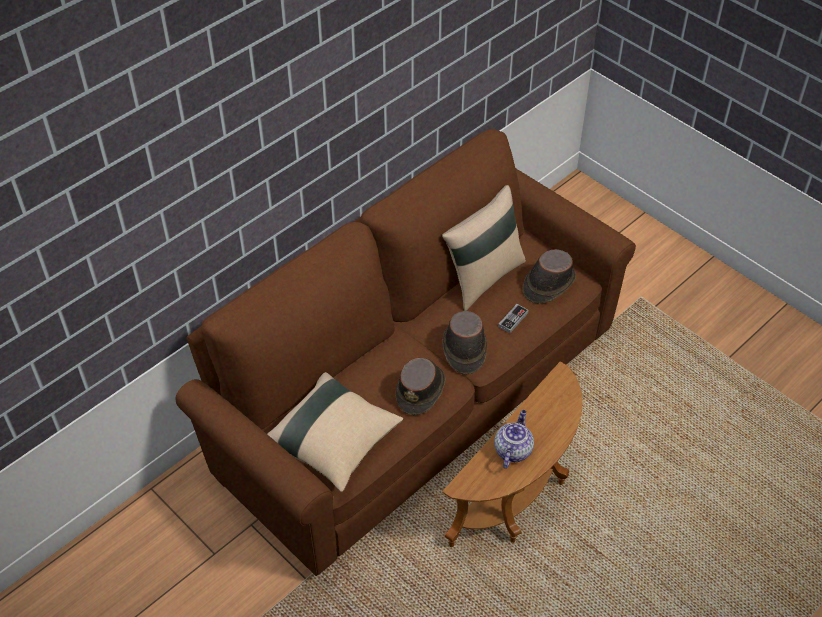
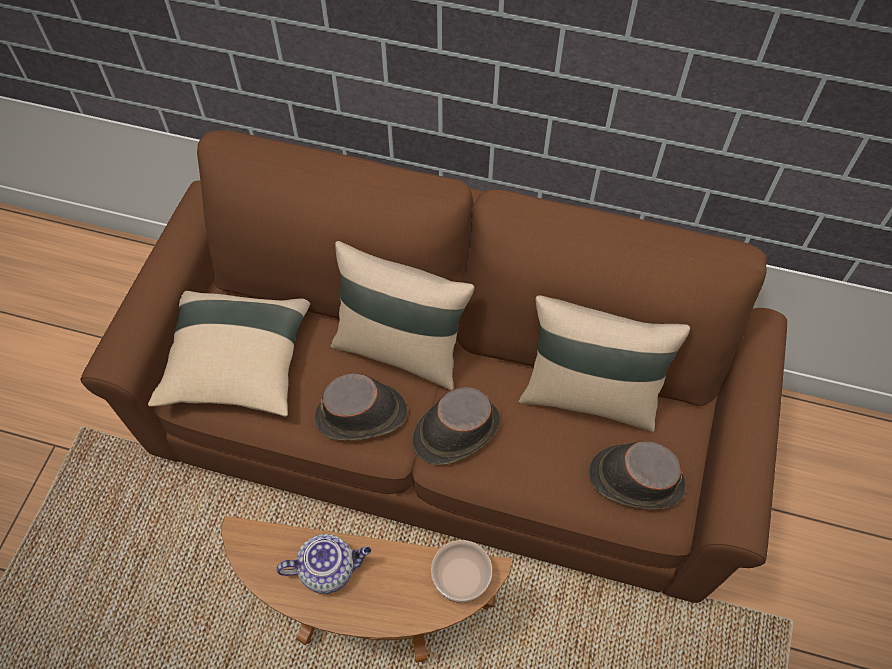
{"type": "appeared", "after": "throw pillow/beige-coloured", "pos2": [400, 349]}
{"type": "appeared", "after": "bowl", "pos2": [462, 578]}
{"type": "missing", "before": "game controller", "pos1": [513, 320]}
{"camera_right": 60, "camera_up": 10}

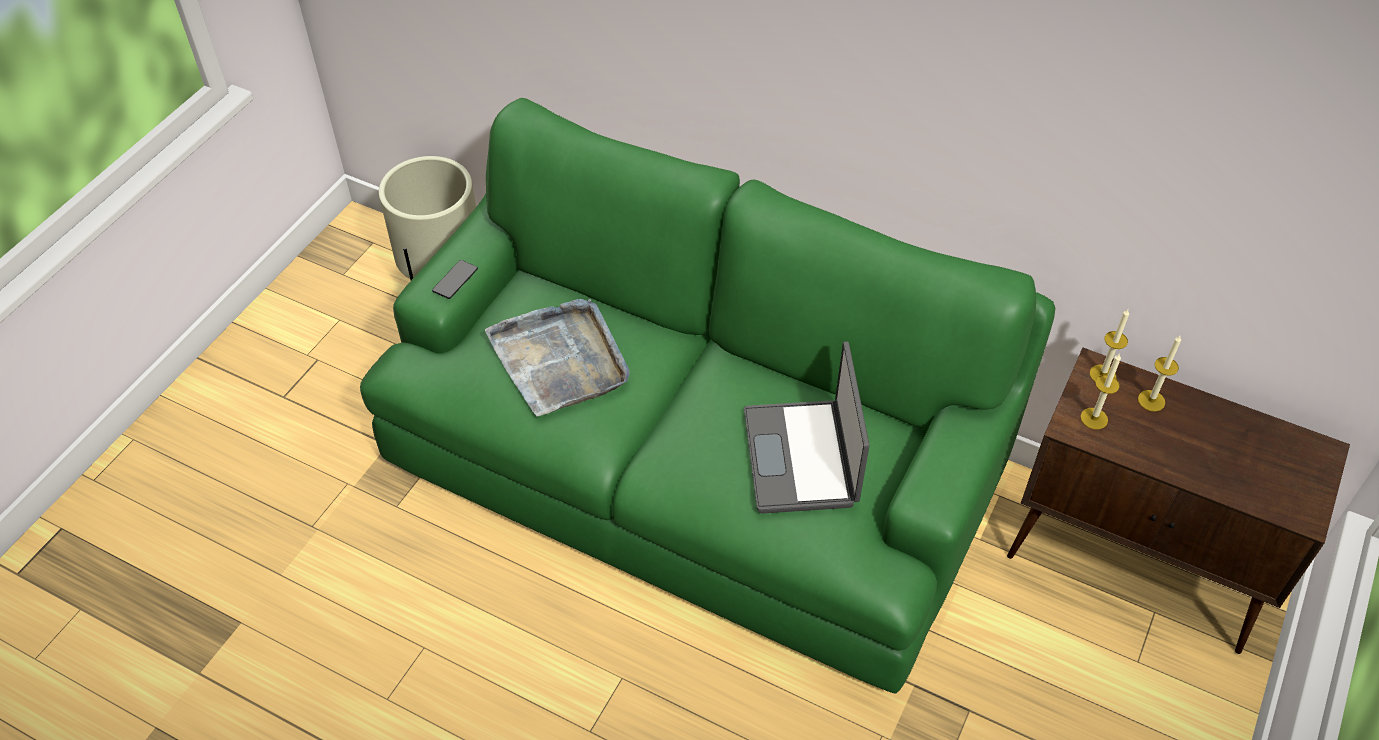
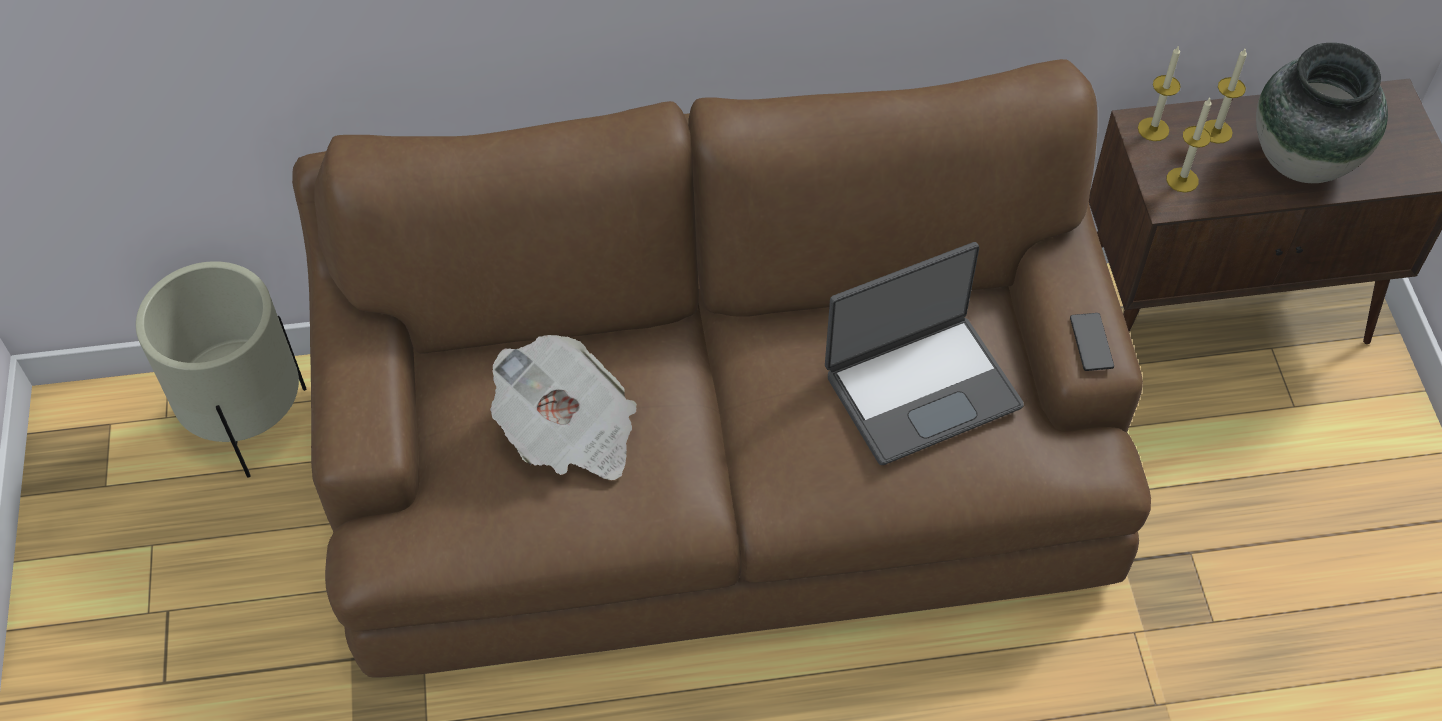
{"type": "colour", "before": "settee/green", "after": "settee/brown", "pos1": [691, 467], "pos2": [722, 471]}
{"type": "exchanged", "before": "carrying tray/gray", "after": "printed paper", "pos1": [560, 359], "pos2": [569, 432]}
{"type": "spun", "before": "laptop", "pos1": [803, 458], "pos2": [921, 388], "turn": -75}
{"type": "relocated", "before": "handset", "pos1": [455, 280], "pos2": [1091, 342]}
{"type": "appeared", "after": "decorative vase", "pos2": [1303, 160]}
{"camera_right": -35, "camera_up": 5}

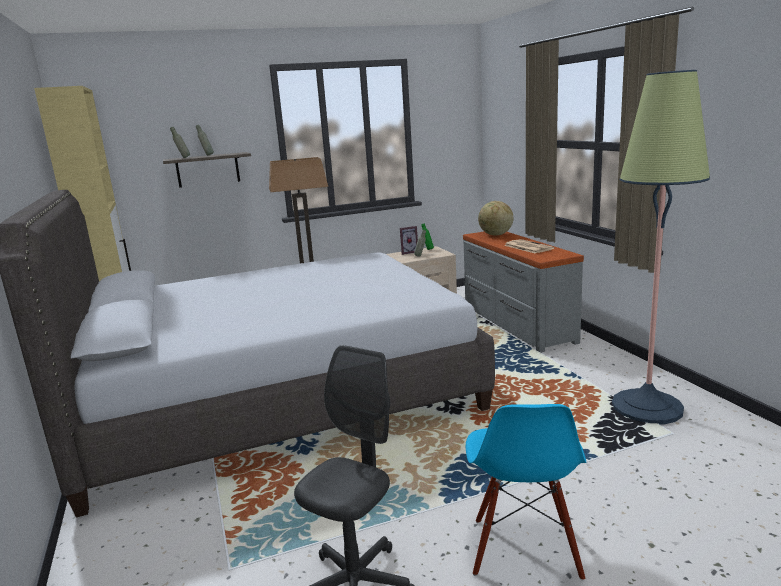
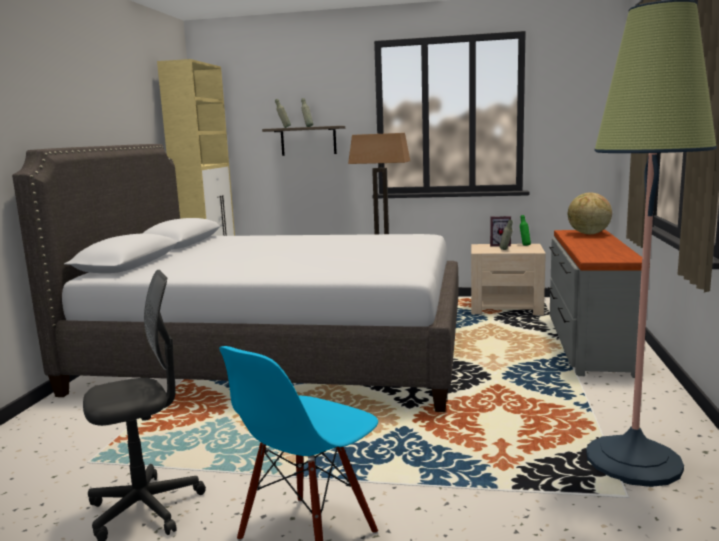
{"type": "missing", "before": "printed paper", "pos1": [527, 247]}
{"camera_right": 30, "camera_up": -5}

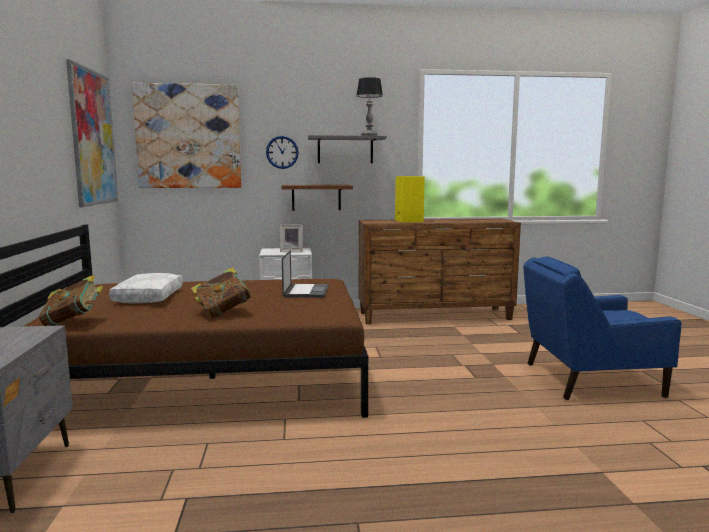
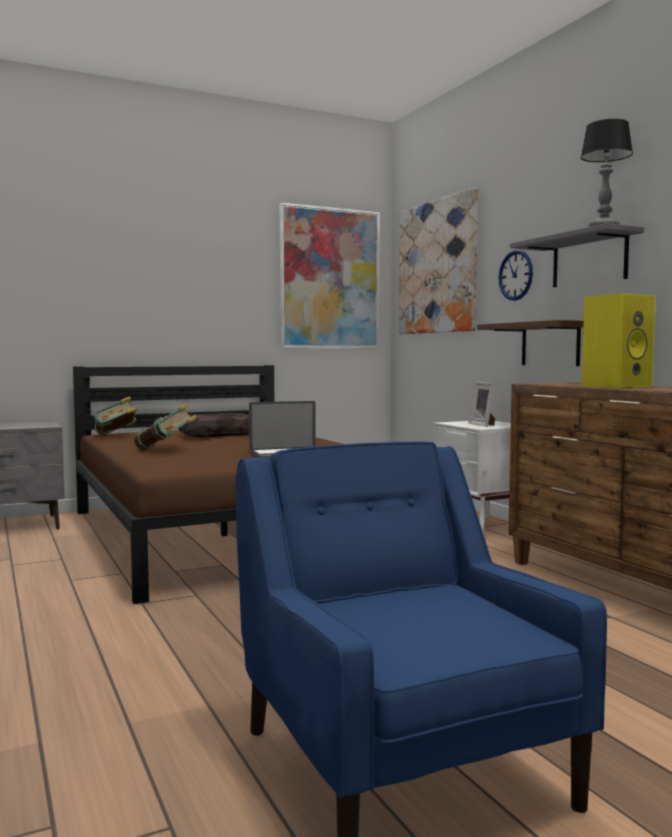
{"type": "colour", "before": "throw pillow/whitish", "after": "throw pillow/brown", "pos1": [147, 297], "pos2": [218, 435]}
{"camera_right": 70, "camera_up": -5}

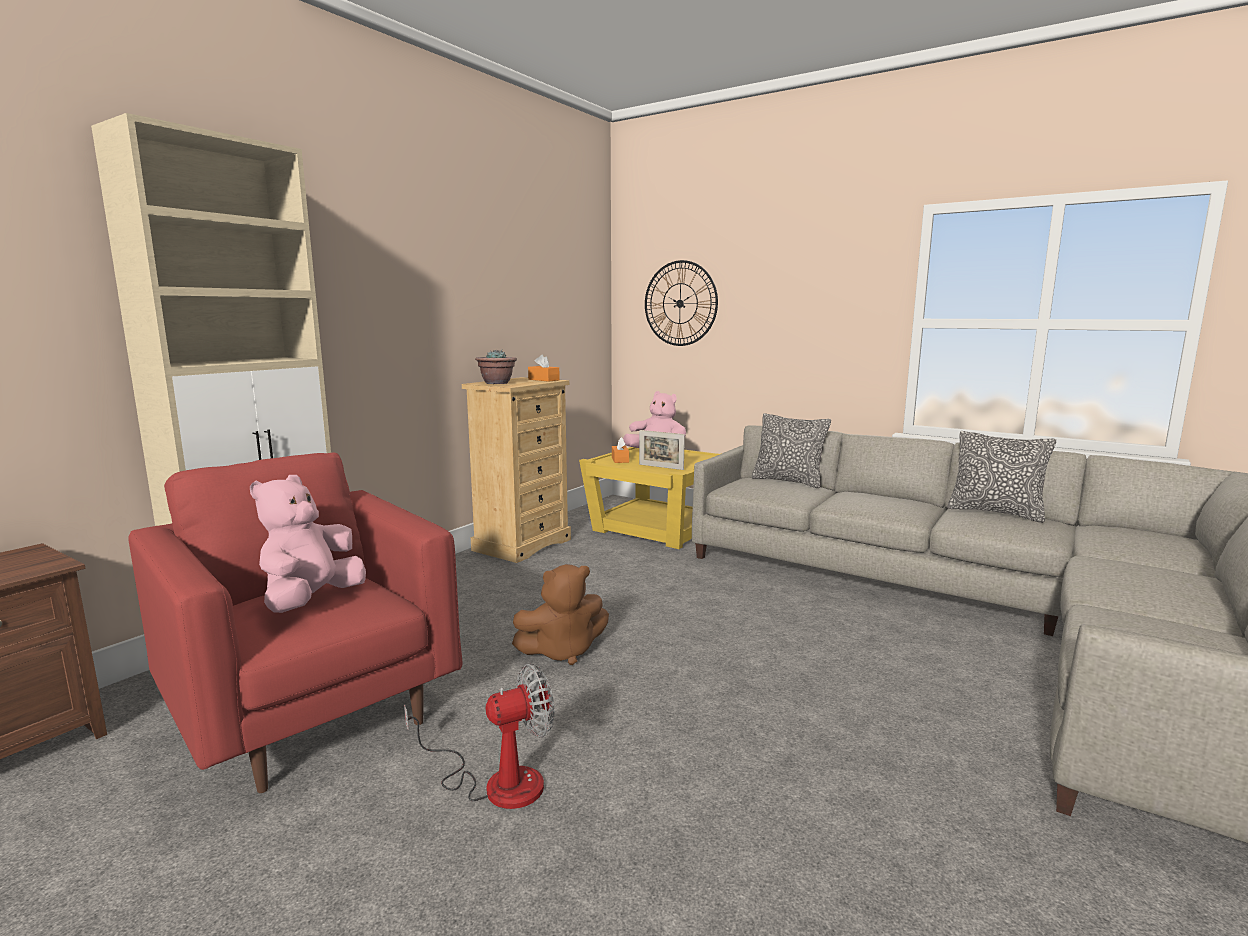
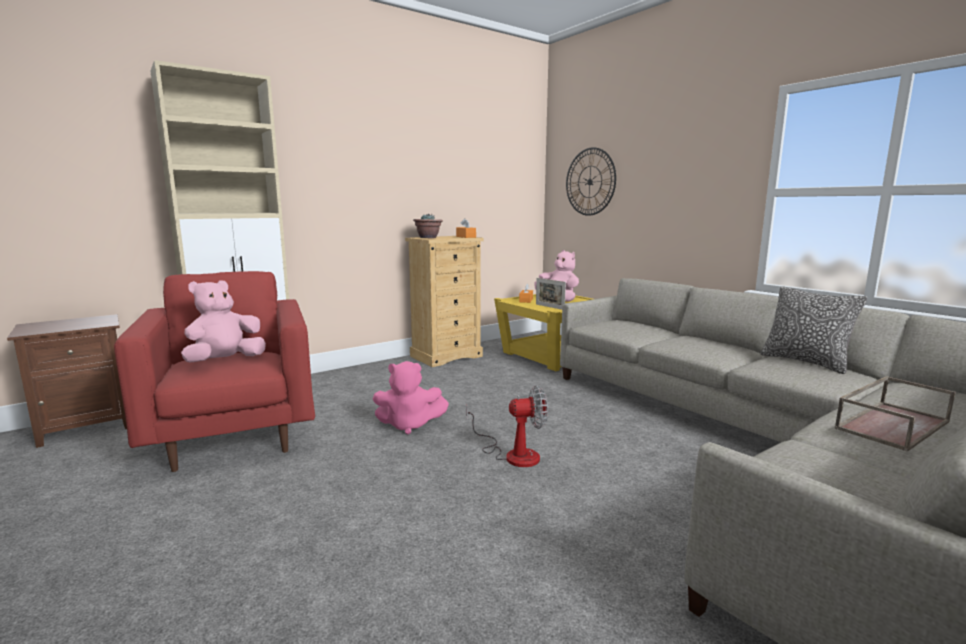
{"type": "colour", "before": "soft toy/brown", "after": "soft toy/pinkish", "pos1": [562, 651], "pos2": [409, 425]}
{"type": "relocated", "before": "fan", "pos1": [496, 782], "pos2": [513, 454]}
{"type": "appeared", "after": "carrying tray/brown", "pos2": [891, 424]}
{"type": "missing", "before": "throw pillow", "pos1": [788, 481]}
{"camera_right": 20, "camera_up": 0}

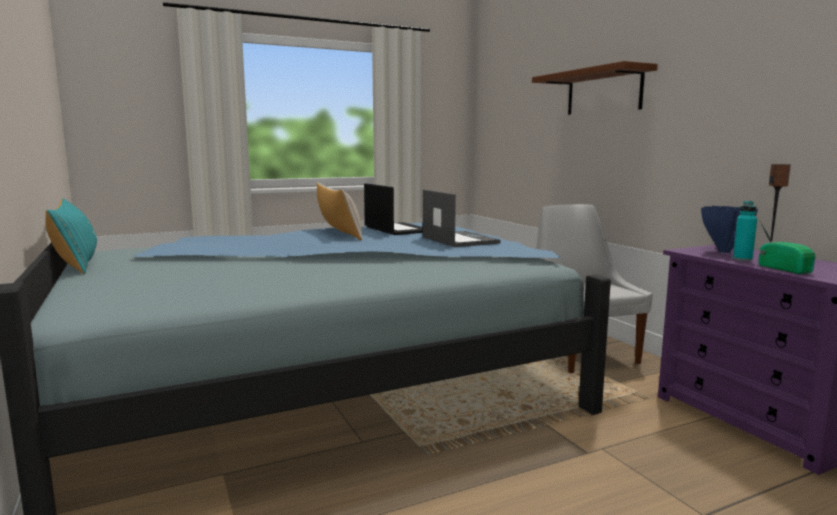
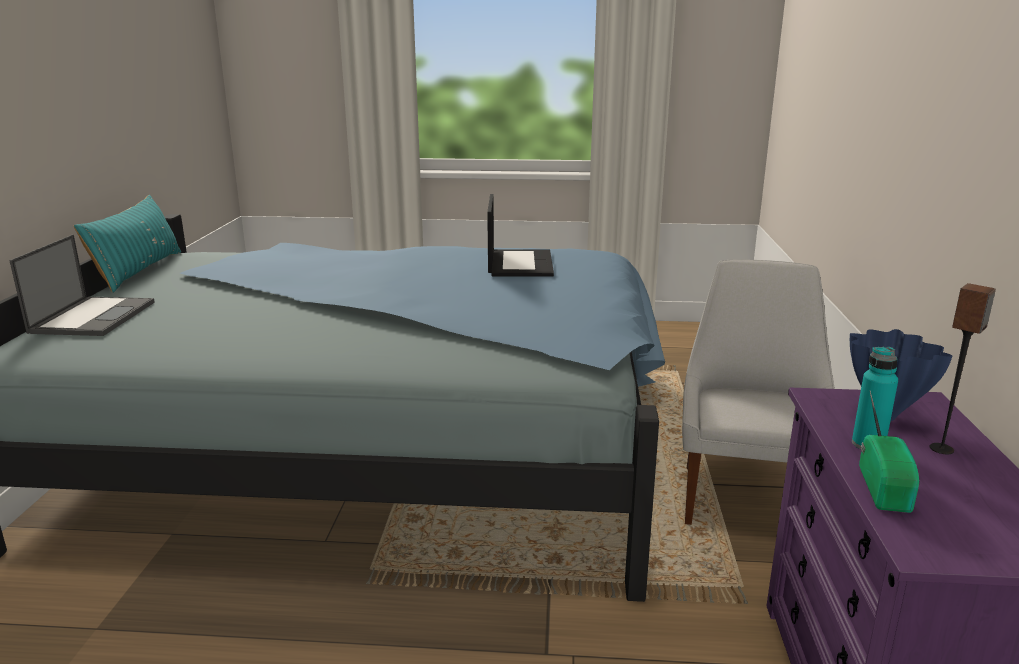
{"type": "relocated", "before": "laptop", "pos1": [459, 240], "pos2": [94, 317]}
{"type": "missing", "before": "throw pillow/beige-coloured", "pos1": [339, 233]}
{"type": "missing", "before": "shelf/brown", "pos1": [603, 92]}
{"camera_right": 30, "camera_up": 10}

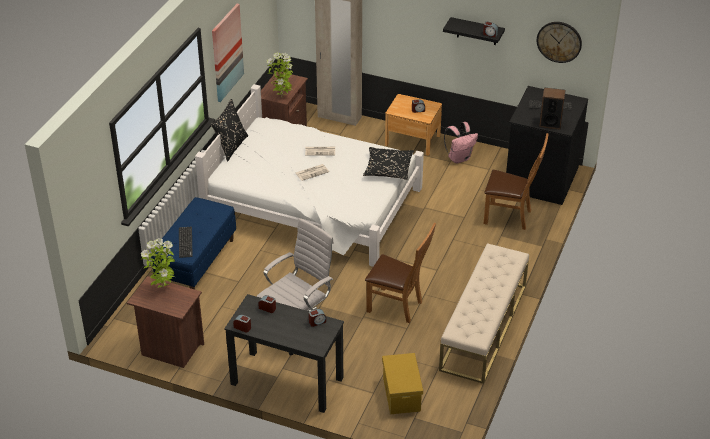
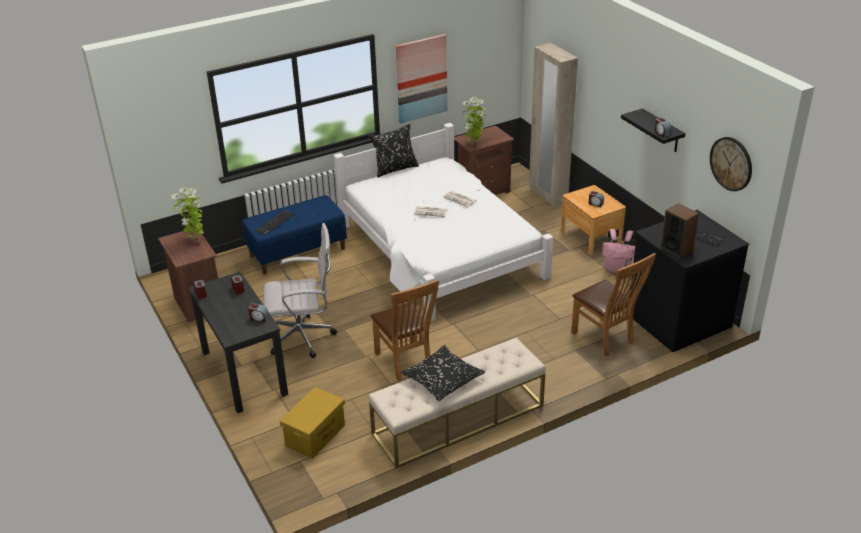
{"type": "relocated", "before": "throw pillow/blackish", "pos1": [388, 169], "pos2": [442, 380]}
{"camera_right": 40, "camera_up": -5}

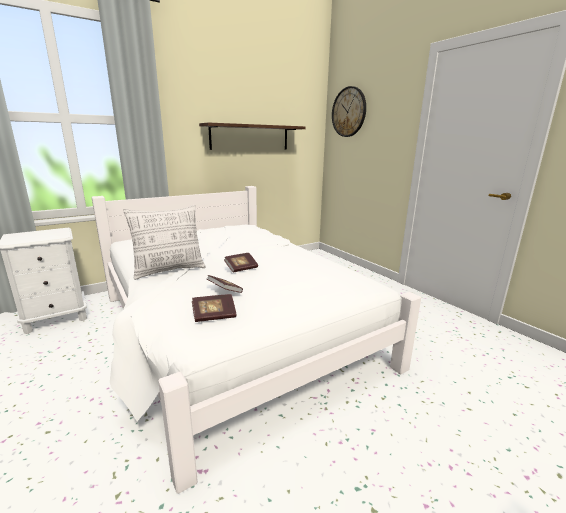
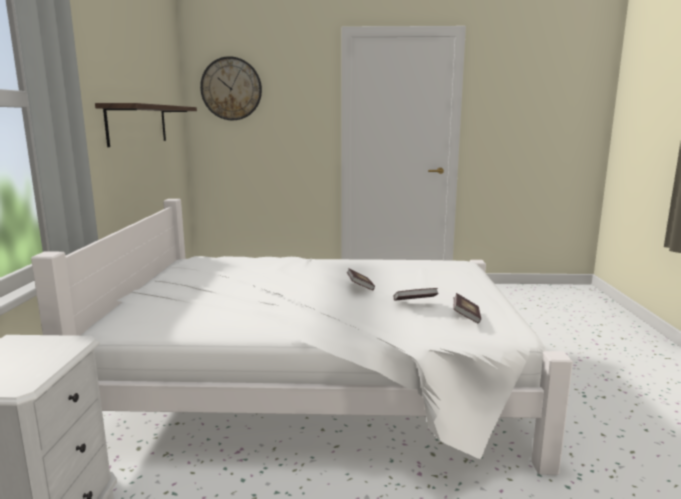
{"type": "missing", "before": "throw pillow", "pos1": [169, 270]}
{"camera_right": -55, "camera_up": -5}

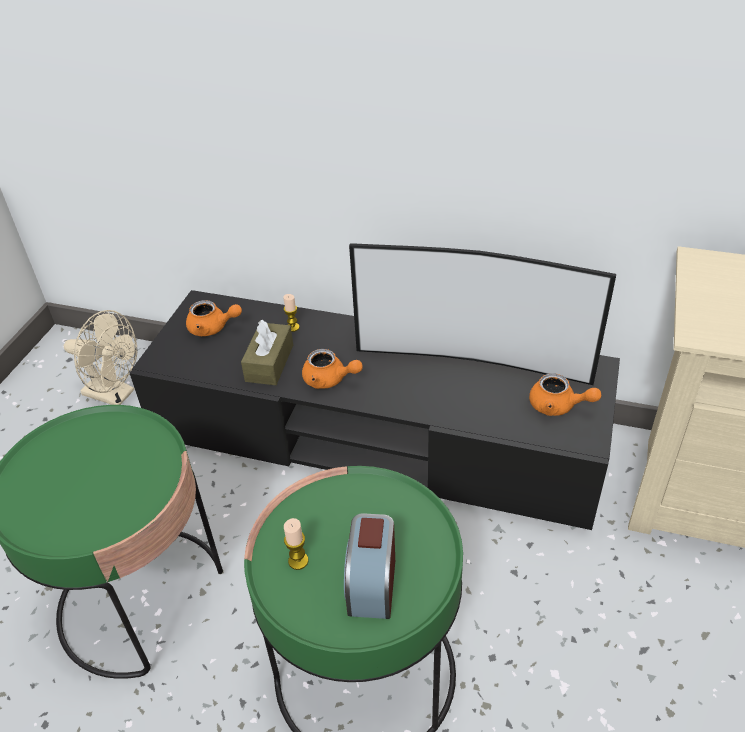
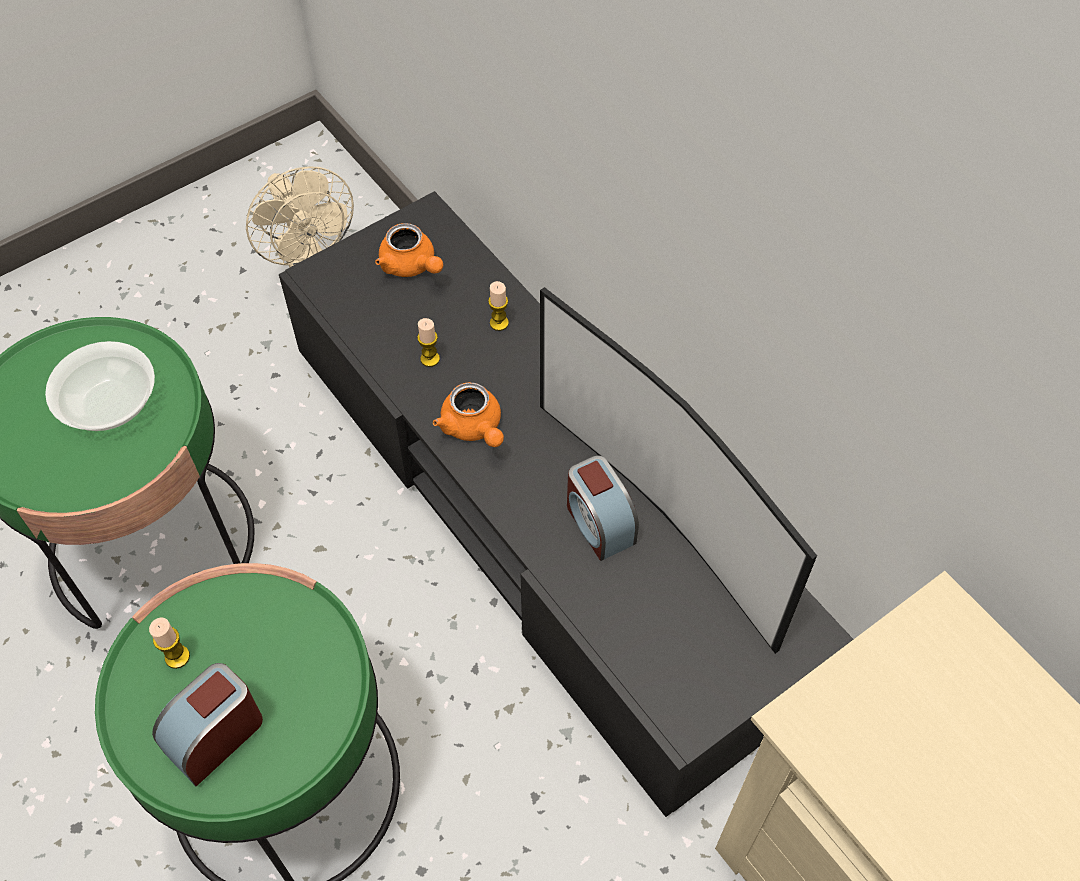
{"type": "appeared", "after": "bowl", "pos2": [110, 402]}
{"type": "exchanged", "before": "tissue holder/brown", "after": "wax candle", "pos1": [269, 363], "pos2": [430, 359]}
{"type": "appeared", "after": "bedside clock", "pos2": [599, 523]}
{"type": "missing", "before": "pot for tea/orange-coloured", "pos1": [558, 406]}
{"camera_right": 35, "camera_up": 15}

